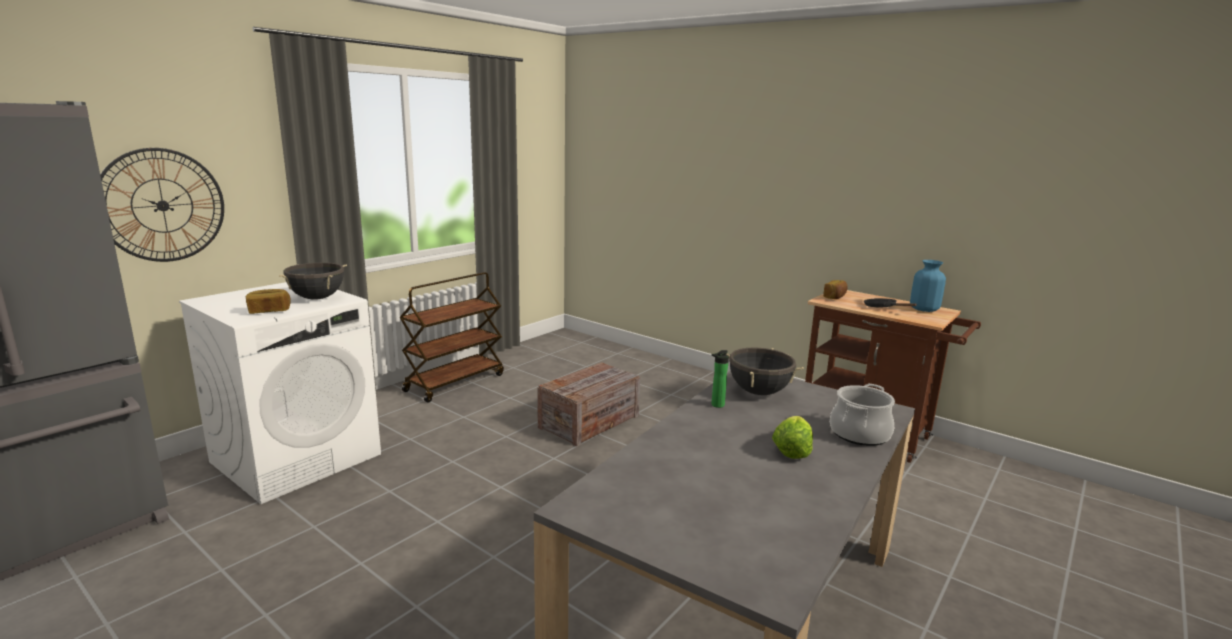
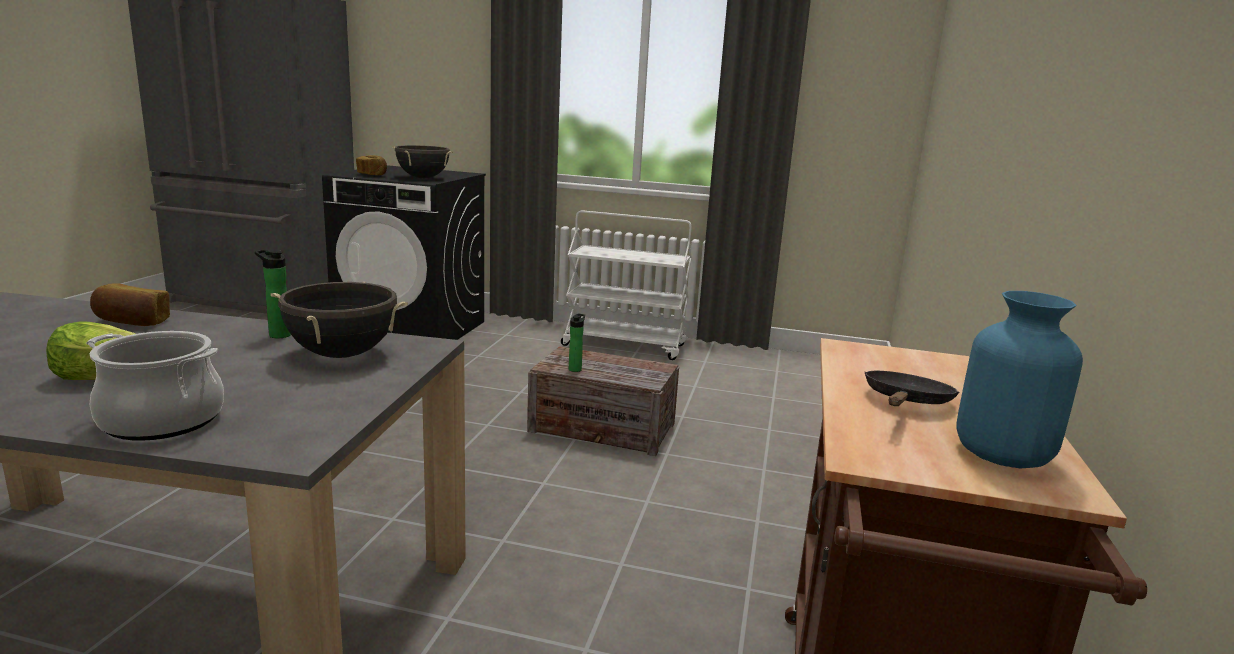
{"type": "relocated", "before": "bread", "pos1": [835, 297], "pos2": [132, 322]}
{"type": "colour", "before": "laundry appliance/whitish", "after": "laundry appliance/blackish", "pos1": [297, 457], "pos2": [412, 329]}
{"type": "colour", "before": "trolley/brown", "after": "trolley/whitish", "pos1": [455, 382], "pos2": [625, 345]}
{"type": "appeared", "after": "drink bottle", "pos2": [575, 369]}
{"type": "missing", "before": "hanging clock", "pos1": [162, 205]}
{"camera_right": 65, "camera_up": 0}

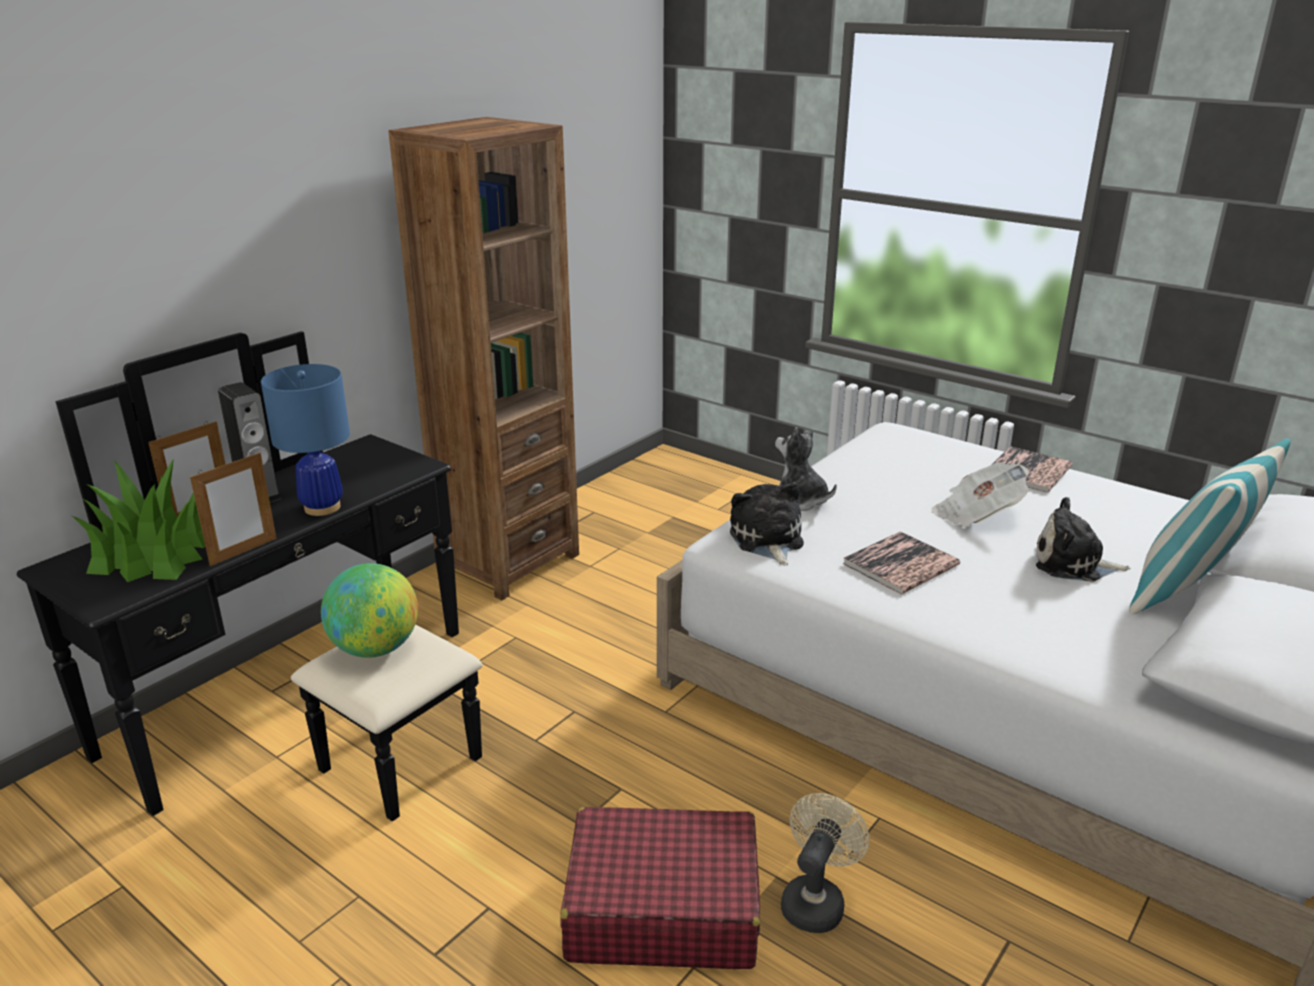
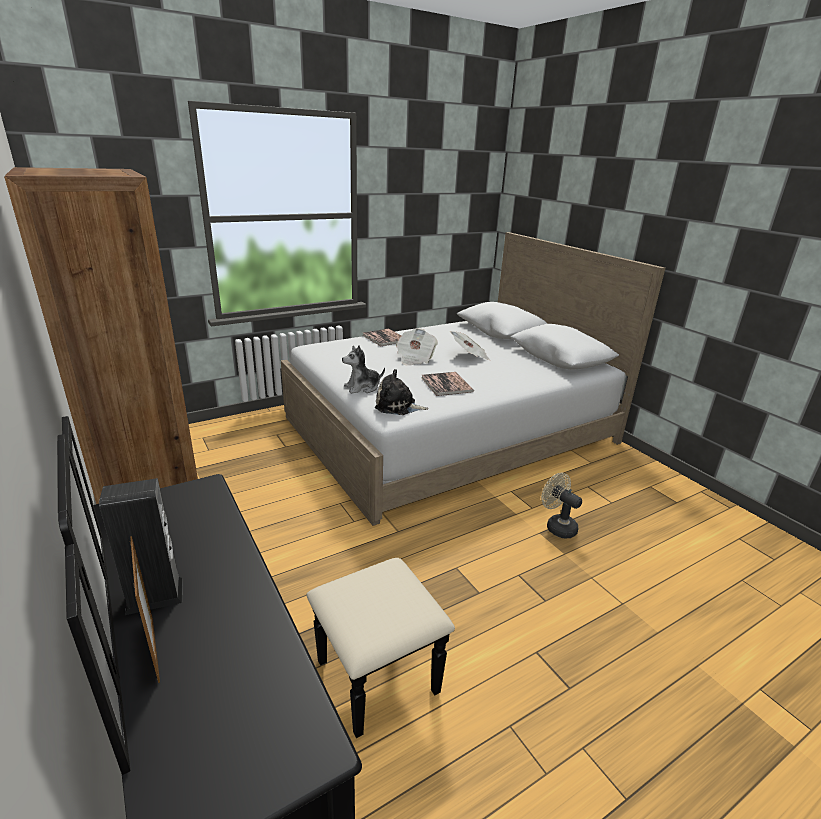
{"type": "exchanged", "before": "soft toy", "after": "printed paper", "pos1": [1073, 564], "pos2": [469, 356]}
{"type": "missing", "before": "houseplant", "pos1": [152, 555]}
{"type": "missing", "before": "standing frame", "pos1": [243, 551]}
{"type": "missing", "before": "tabletop lamp/blue-coloured", "pos1": [322, 507]}
{"type": "missing", "before": "world globe", "pos1": [375, 648]}
{"type": "missing", "before": "travel case/red-coloured", "pos1": [661, 908]}
{"type": "missing", "before": "throw pillow", "pos1": [1188, 592]}
{"camera_right": -70, "camera_up": 0}

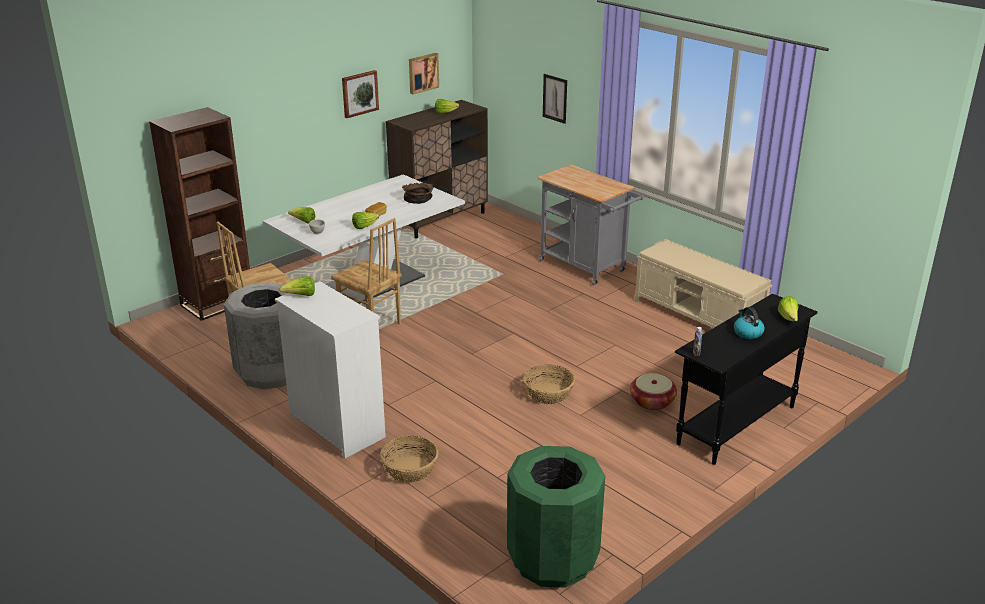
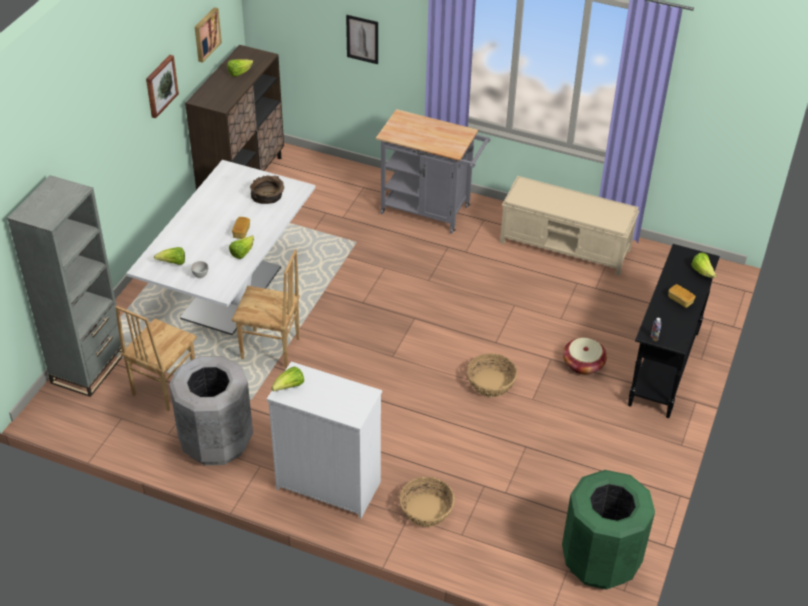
{"type": "colour", "before": "bookcase/brown", "after": "bookcase/gray", "pos1": [217, 303], "pos2": [89, 367]}
{"type": "exchanged", "before": "water kettle", "after": "bread", "pos1": [747, 333], "pos2": [680, 300]}
{"camera_right": -25, "camera_up": 15}

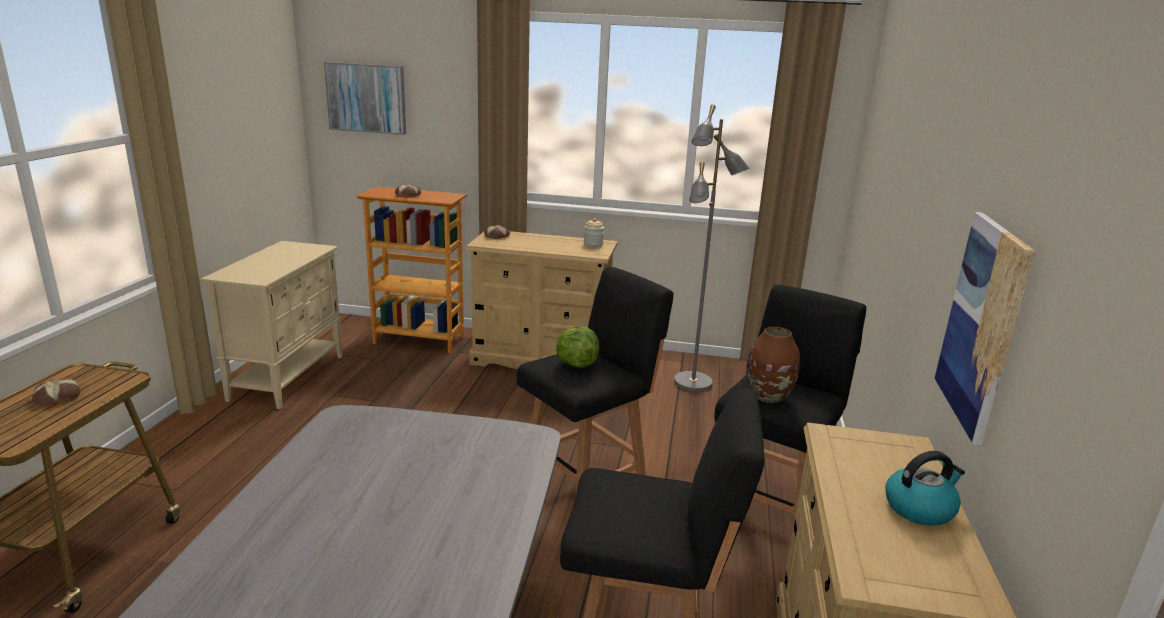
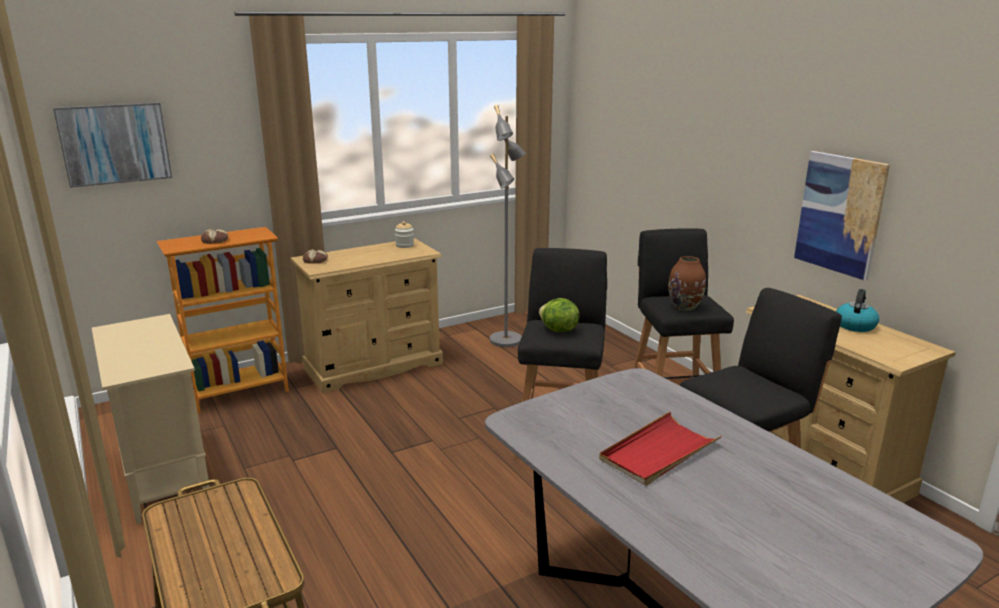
{"type": "appeared", "after": "carrying tray/red-coloured", "pos2": [658, 452]}
{"type": "missing", "before": "bread", "pos1": [58, 397]}
{"camera_right": -40, "camera_up": 0}

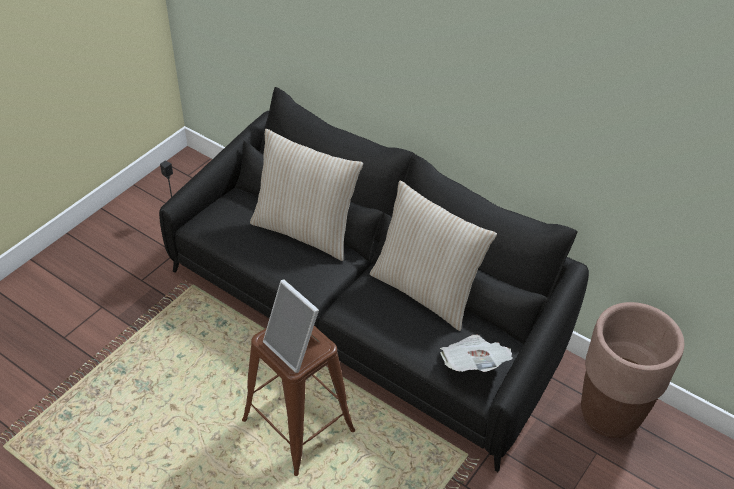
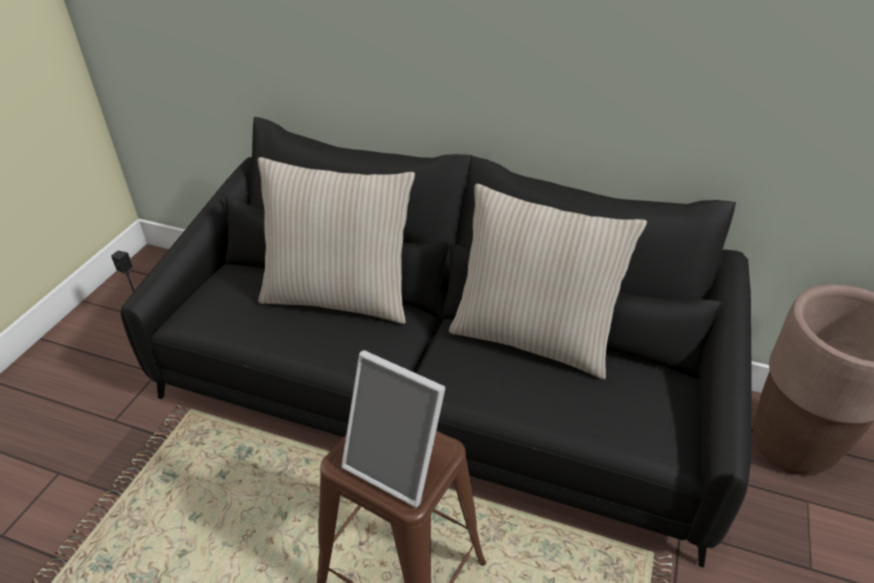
{"type": "missing", "before": "printed paper", "pos1": [473, 365]}
{"camera_right": -15, "camera_up": -5}

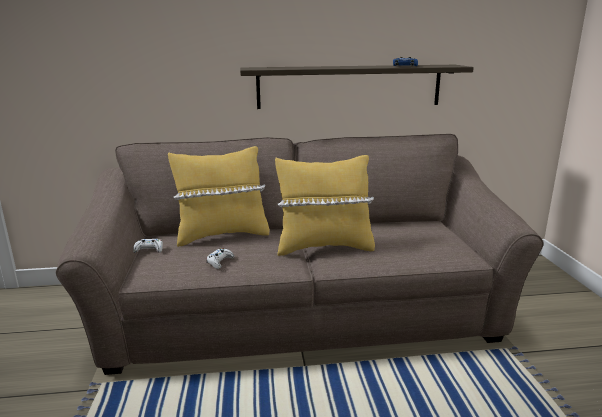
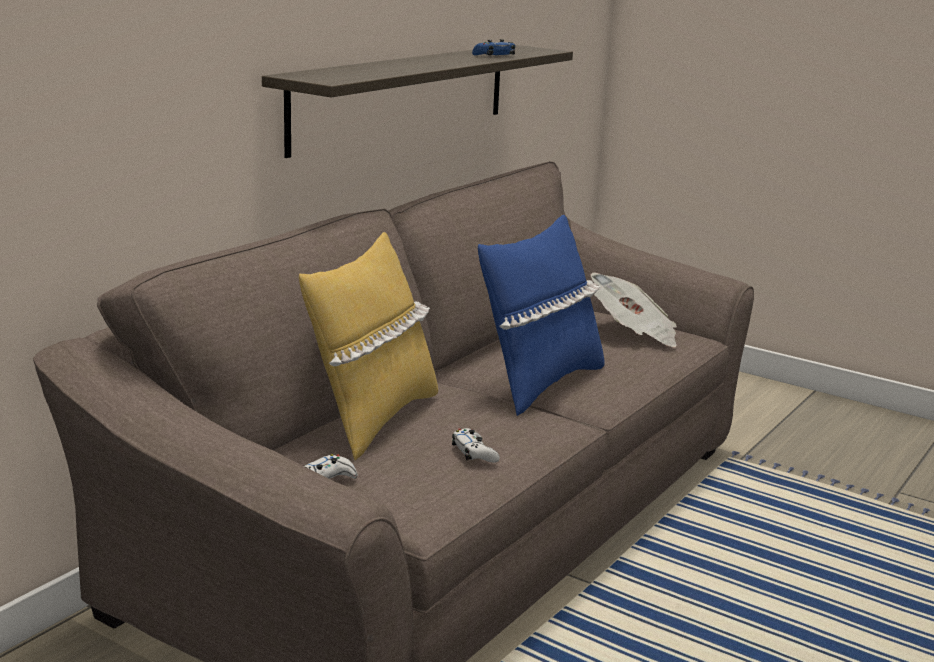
{"type": "colour", "before": "throw pillow/yellow", "after": "throw pillow/blue-coloured", "pos1": [324, 247], "pos2": [539, 384]}
{"type": "appeared", "after": "printed paper", "pos2": [634, 334]}
{"camera_right": -50, "camera_up": 0}

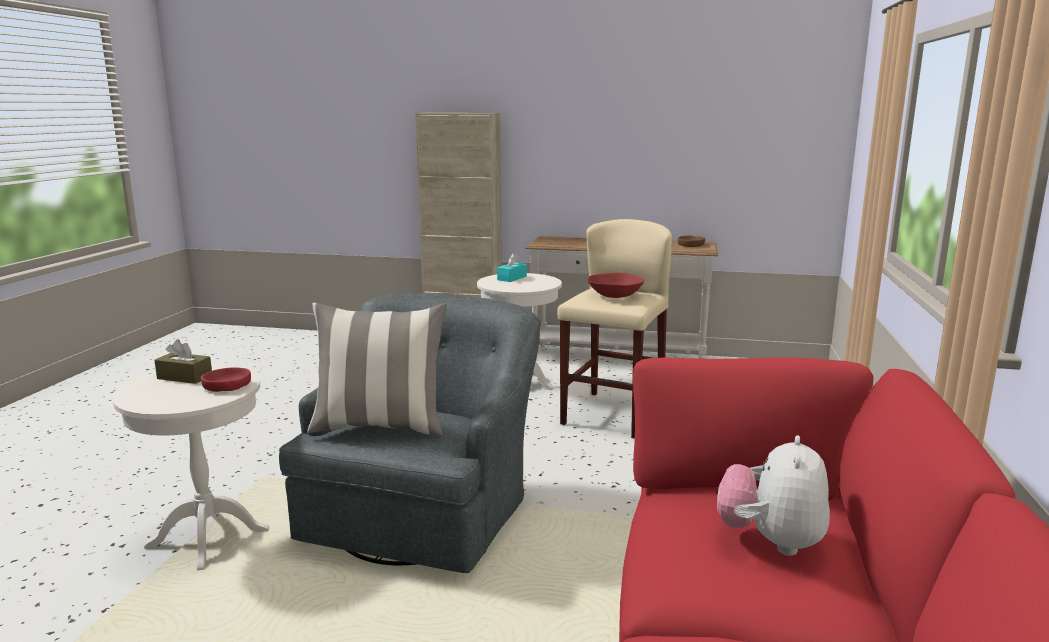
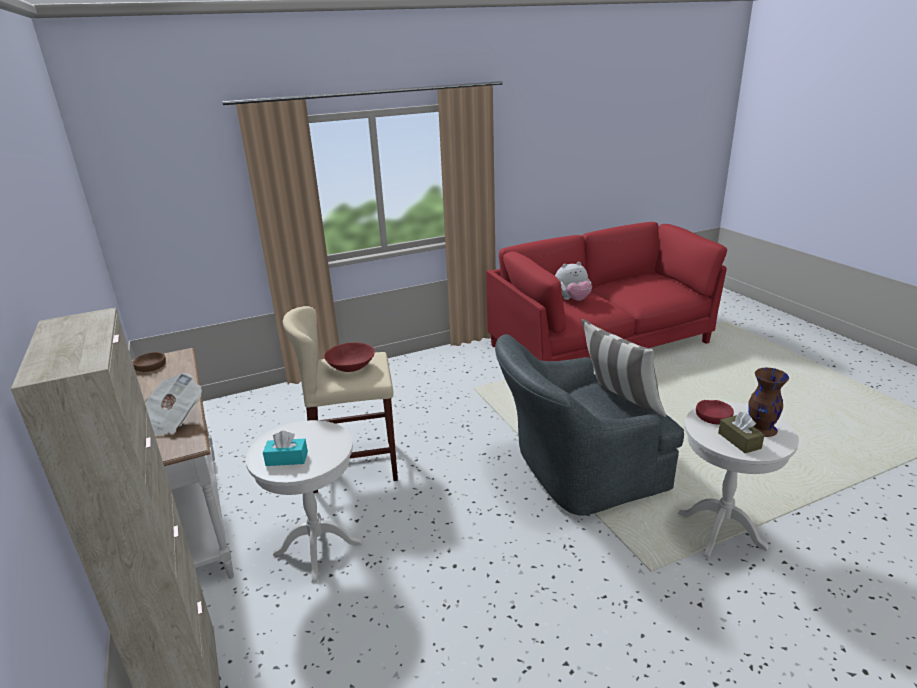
{"type": "appeared", "after": "printed paper", "pos2": [171, 421]}
{"type": "appeared", "after": "decorative vase/brown", "pos2": [761, 428]}
{"camera_right": -125, "camera_up": 10}

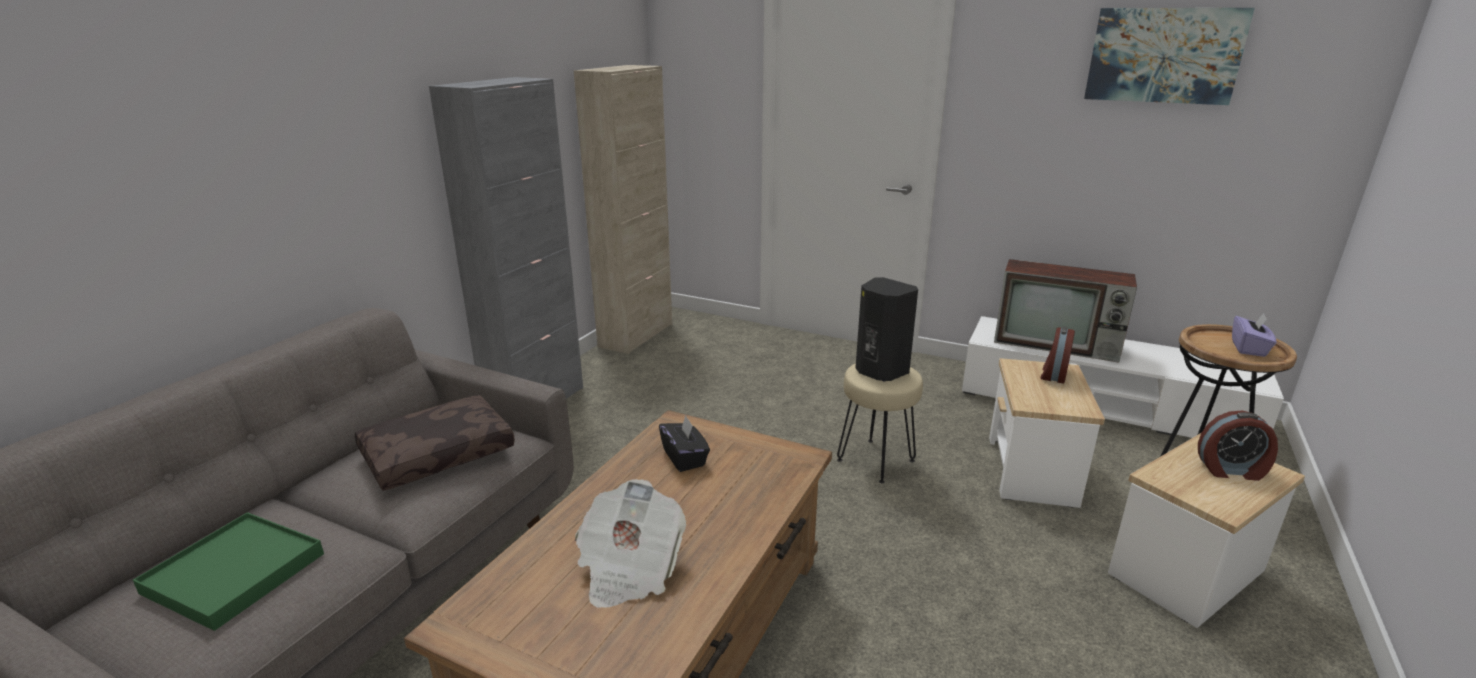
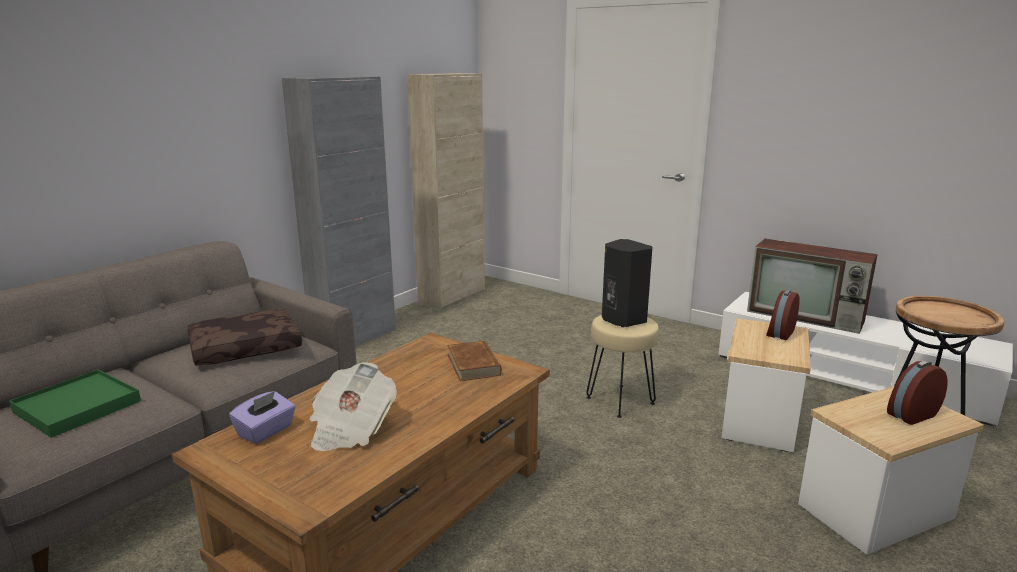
{"type": "relocated", "before": "tissue holder/purple", "pos1": [1249, 348], "pos2": [266, 431]}
{"type": "appeared", "after": "book/brown", "pos2": [474, 364]}
{"type": "spun", "before": "bedside clock", "pos1": [1231, 470], "pos2": [911, 414], "turn": 135}
{"type": "missing", "before": "tissue holder/blackish", "pos1": [685, 458]}
{"type": "missing", "before": "wall art", "pos1": [1163, 55]}
{"camera_right": 10, "camera_up": -5}

